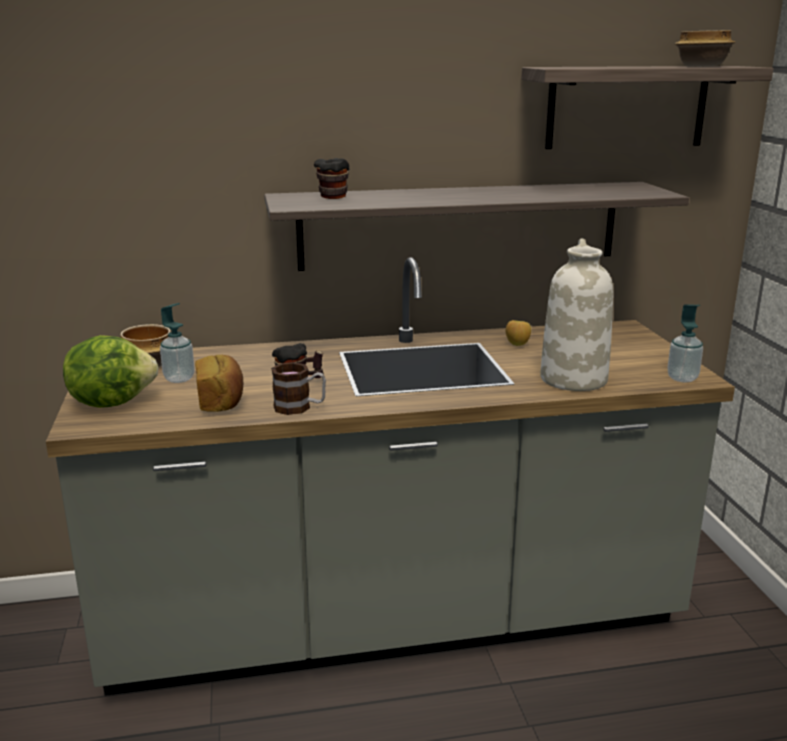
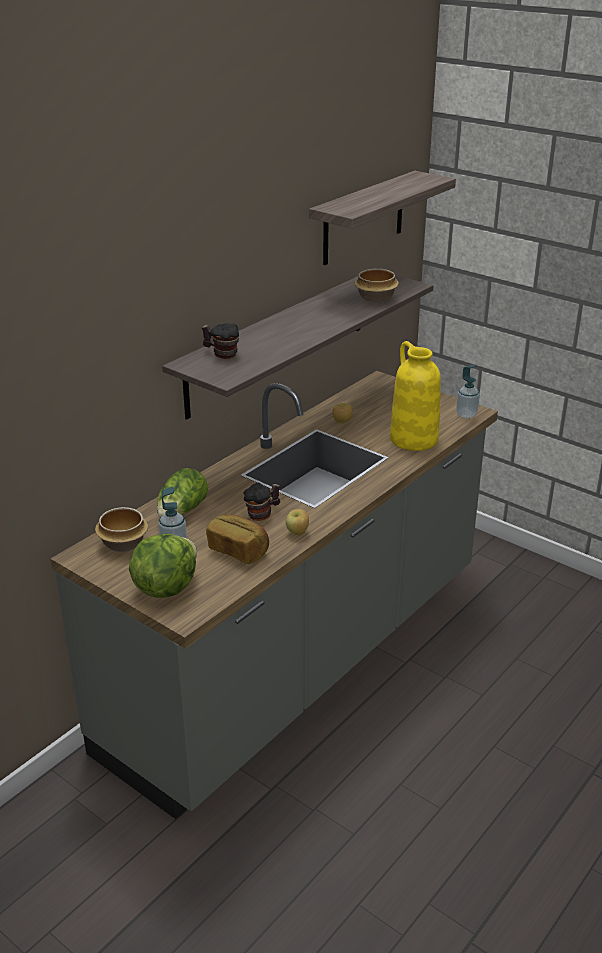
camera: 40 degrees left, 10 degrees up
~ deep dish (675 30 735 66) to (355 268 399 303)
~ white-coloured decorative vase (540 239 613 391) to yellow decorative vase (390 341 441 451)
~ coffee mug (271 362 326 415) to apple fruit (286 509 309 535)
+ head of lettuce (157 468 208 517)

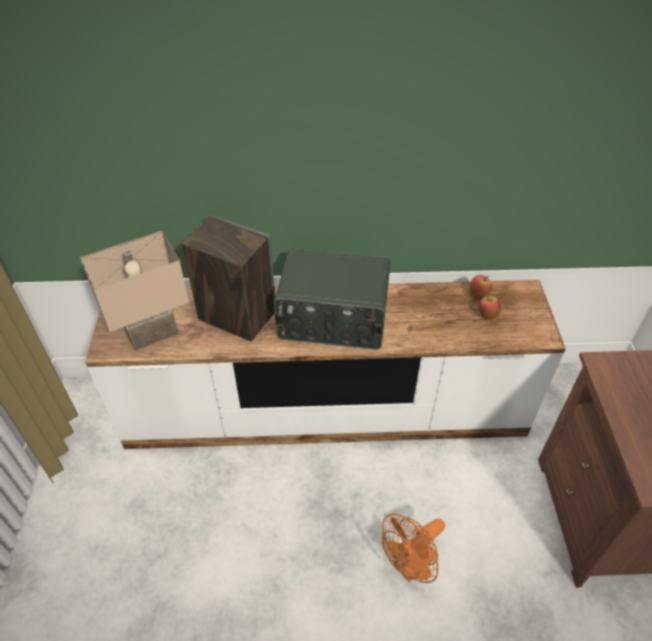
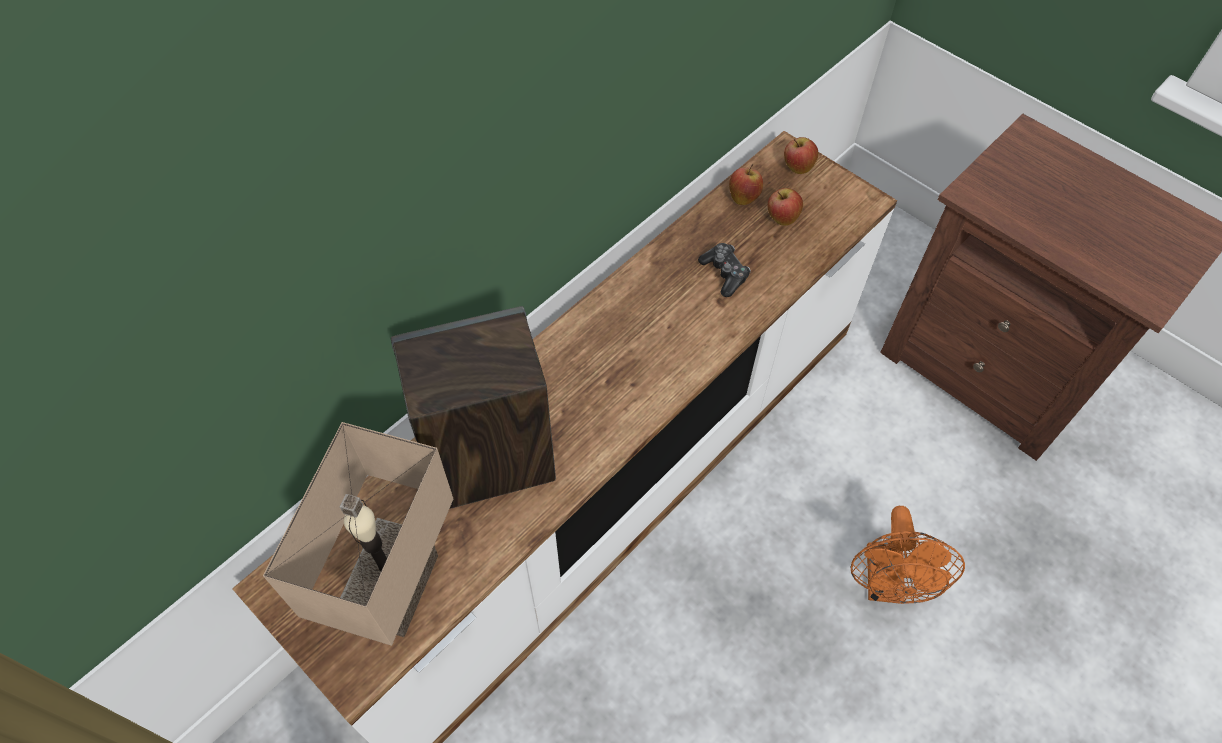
camera: 45 degrees left, 10 degrees up
- radio receiver (274 249 390 349)
+ apple fruit (784 137 818 174)
+ game controller (698 243 751 297)

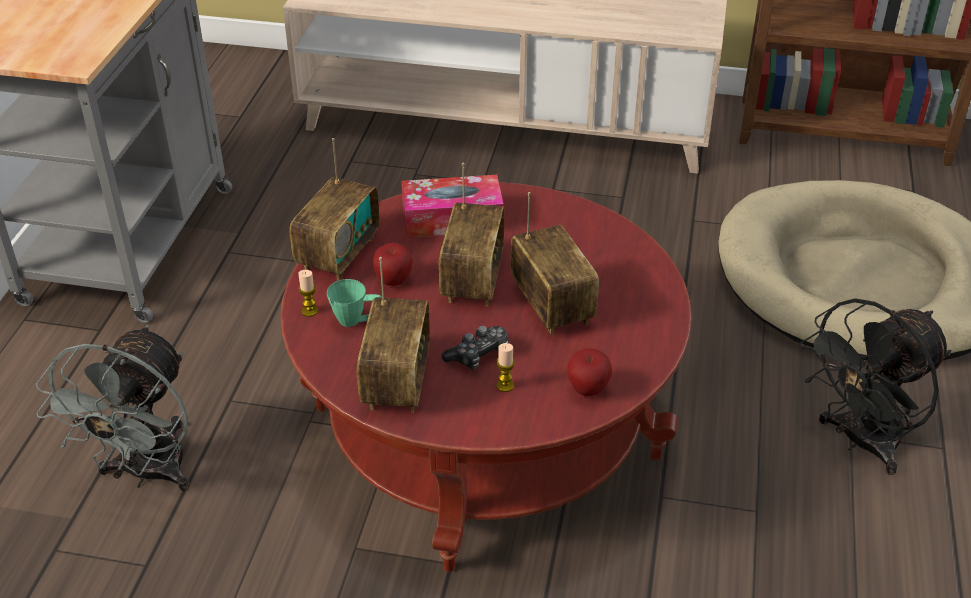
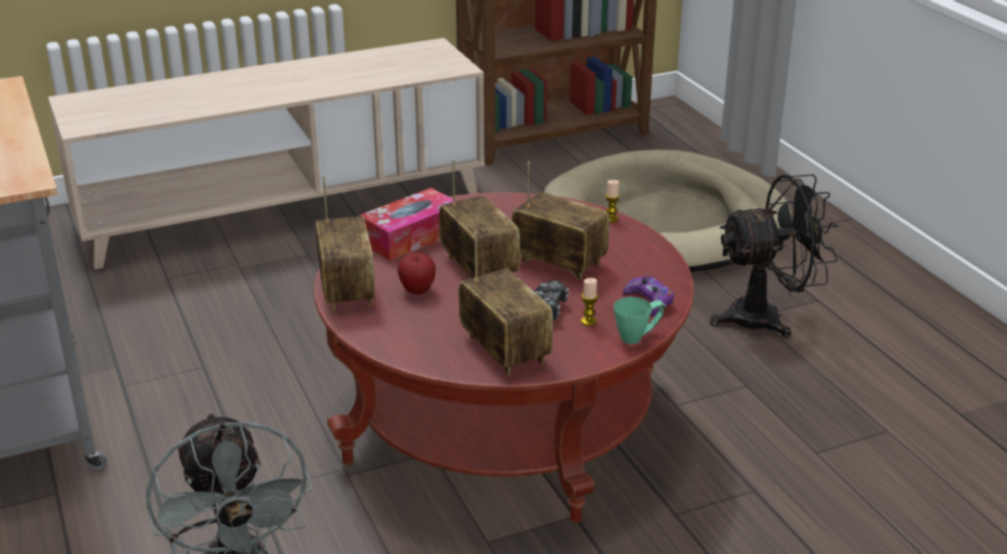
camera: 35 degrees left, 10 degrees down
~ candle (298 270 318 317) to (605 180 620 222)
~ green-coloured coffee mug (327 279 382 327) to (614 297 666 344)
~ blackish electric fan (800 298 951 475) = (710 174 838 339) 120 degrees counterclockwise
~ apple fruit (568 348 612 396) to purple game controller (623 276 674 316)

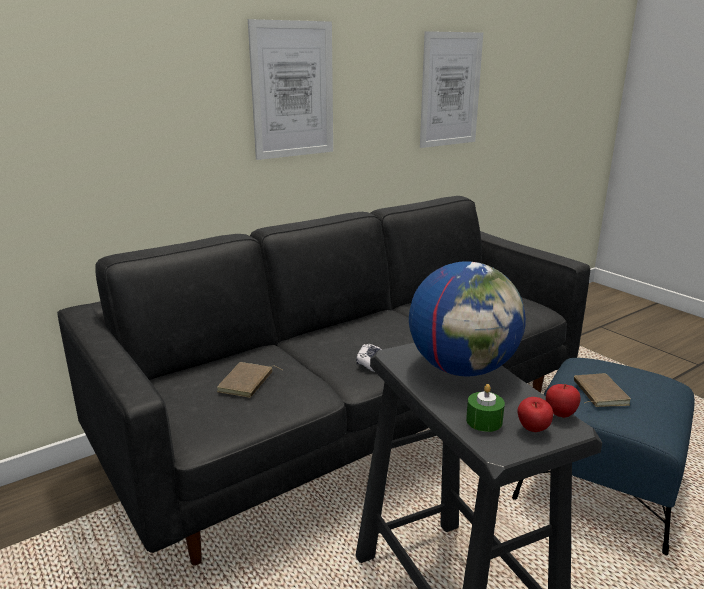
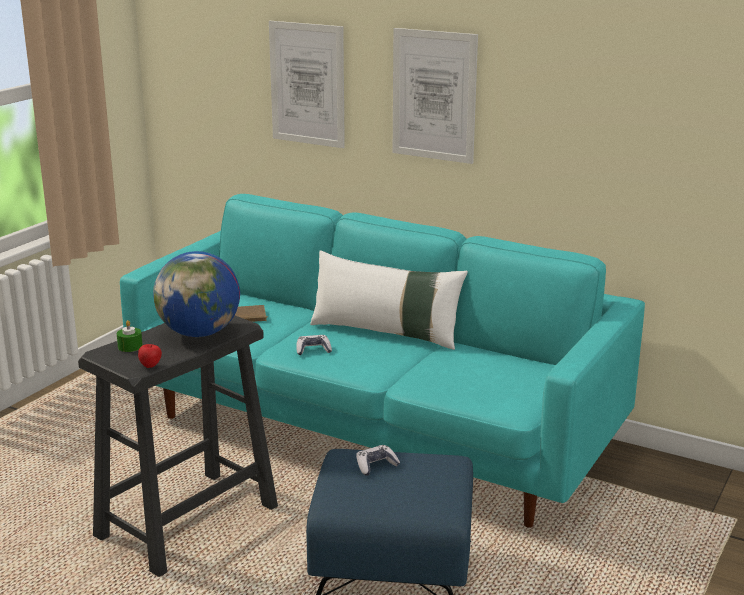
camera: 65 degrees right, 0 degrees up
~ wall art (420 31 483 148) to (269 21 345 148)
~ blackish couch (57 196 590 566) to blue-green couch (120 194 645 528)
~ brown bound book (574 373 631 407) to game controller (356 445 400 476)
- apple fruit (517 397 553 432)
+ white-coloured throw pillow (310 250 468 350)

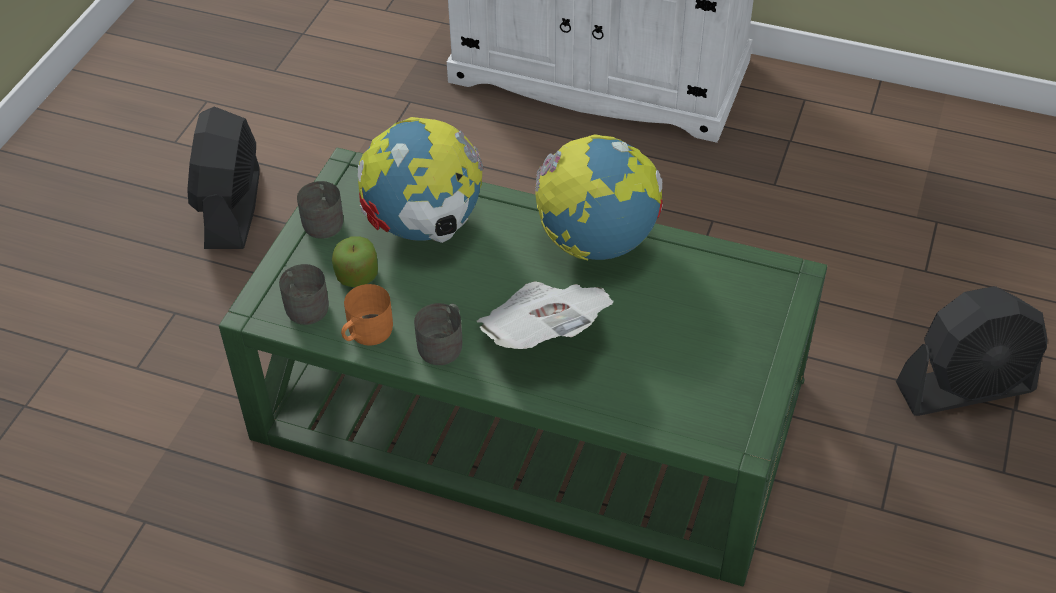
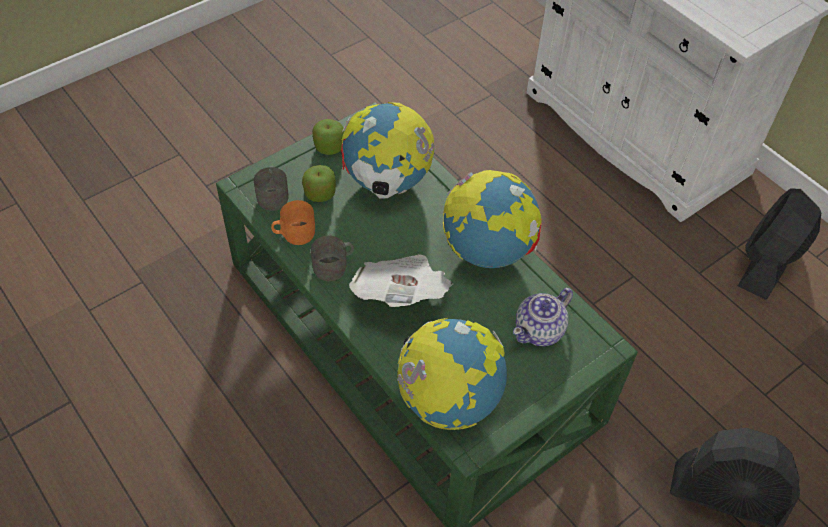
camera: 30 degrees right, 5 degrees up
~ blackish electric fan (187 106 260 249) to (738 189 821 300)
~ greyish coffee mug (297 181 343 239) to apple fruit (312 119 344 155)
+ teapot (513 288 573 346)
+ desk globe (397 318 507 430)

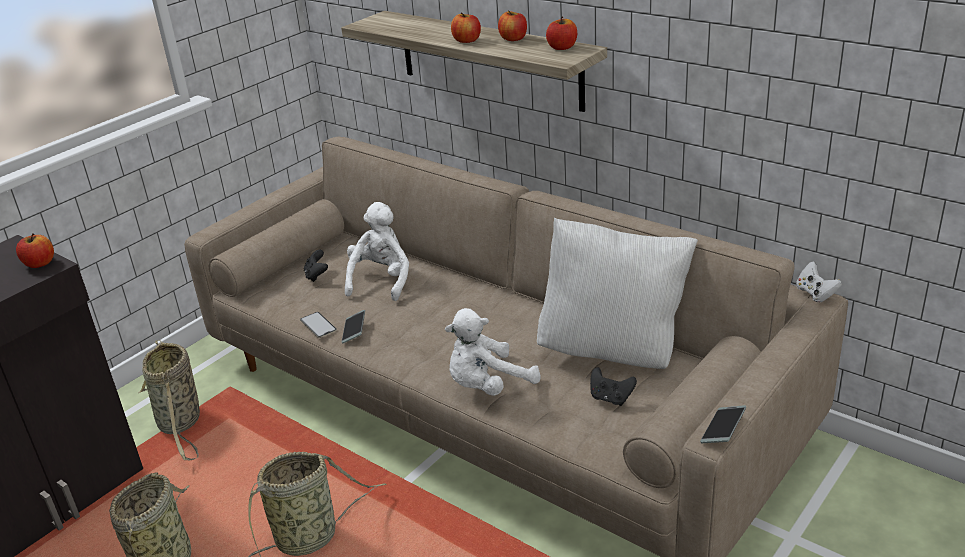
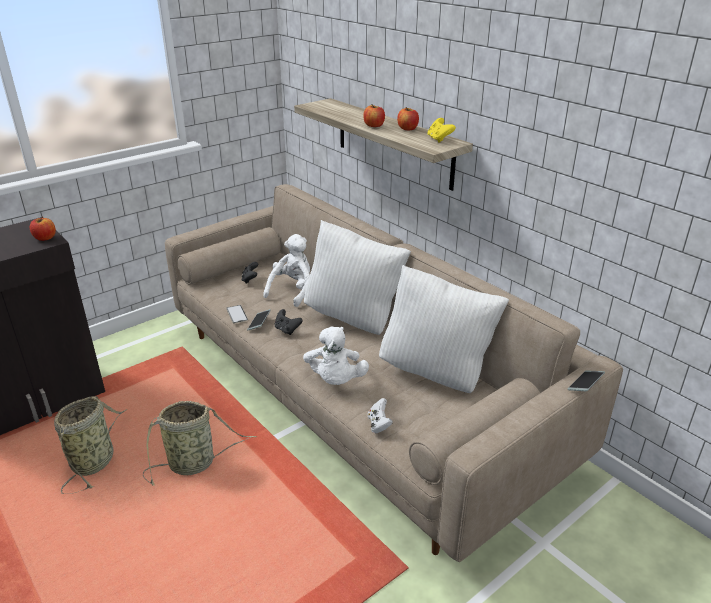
camera: 10 degrees right, 0 degrees up
~ apple fruit (546 17 577 50) to yellow game controller (427 118 456 143)
~ white-coloured game controller (796 261 842 302) to (368 398 393 433)
~ white-coloured plush toy (445 308 541 396) = (303 327 369 385) 75 degrees counterclockwise
- storage basket (139 340 200 460)
~ blackish game controller (590 367 637 406) to (274 309 303 335)
~ phone (700 405 746 443) to (568 371 605 391)
+ white-coloured throw pillow (304 220 411 335)

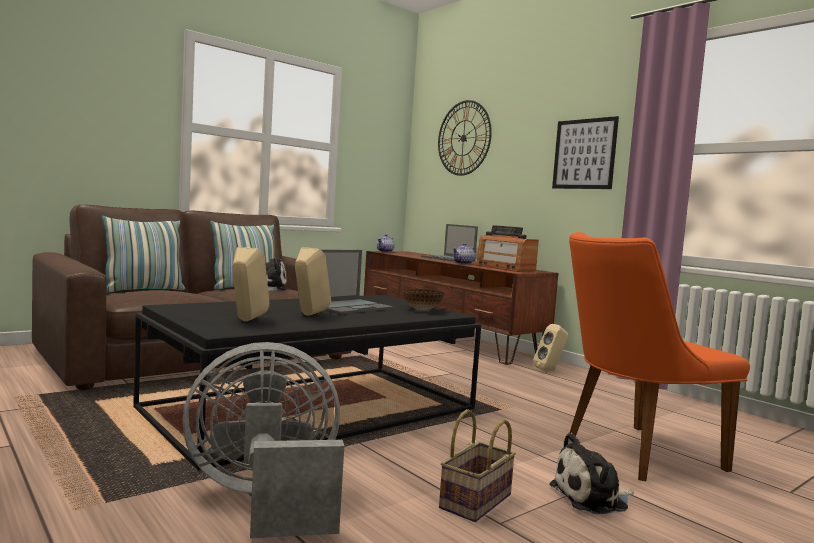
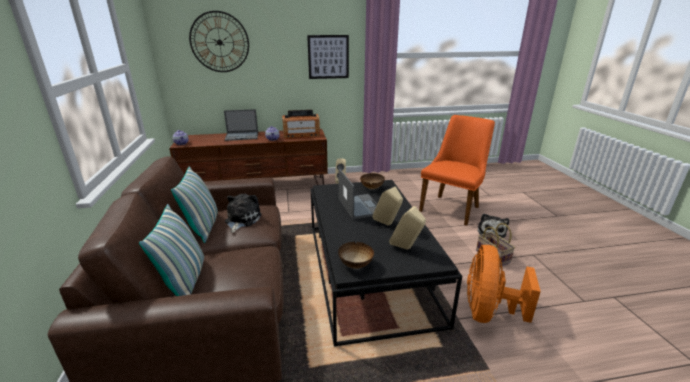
camera: 60 degrees left, 20 degrees up
~ orangey chair (569 232 750 481) = (419 115 495 226) 150 degrees counterclockwise
~ greyish electric fan (183 342 344 538) to orangey electric fan (467 245 541 323)
+ deep dish (338 242 374 269)

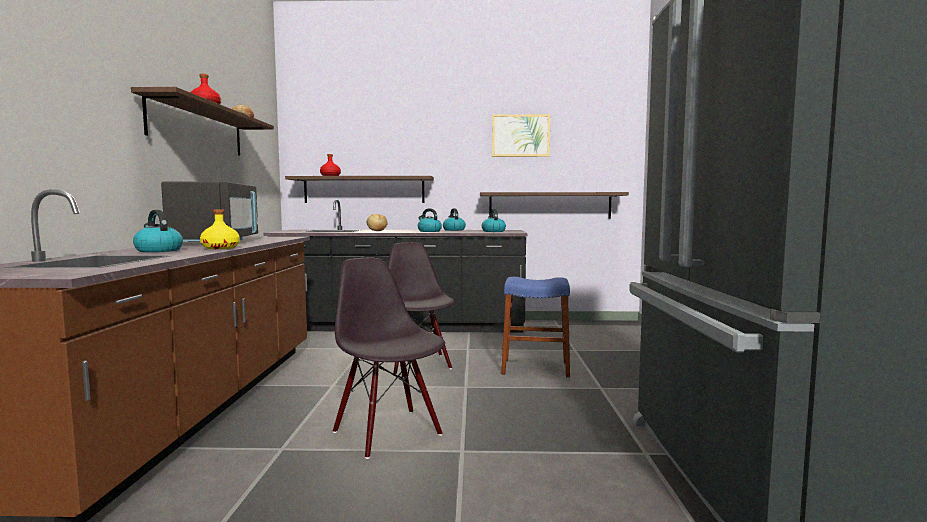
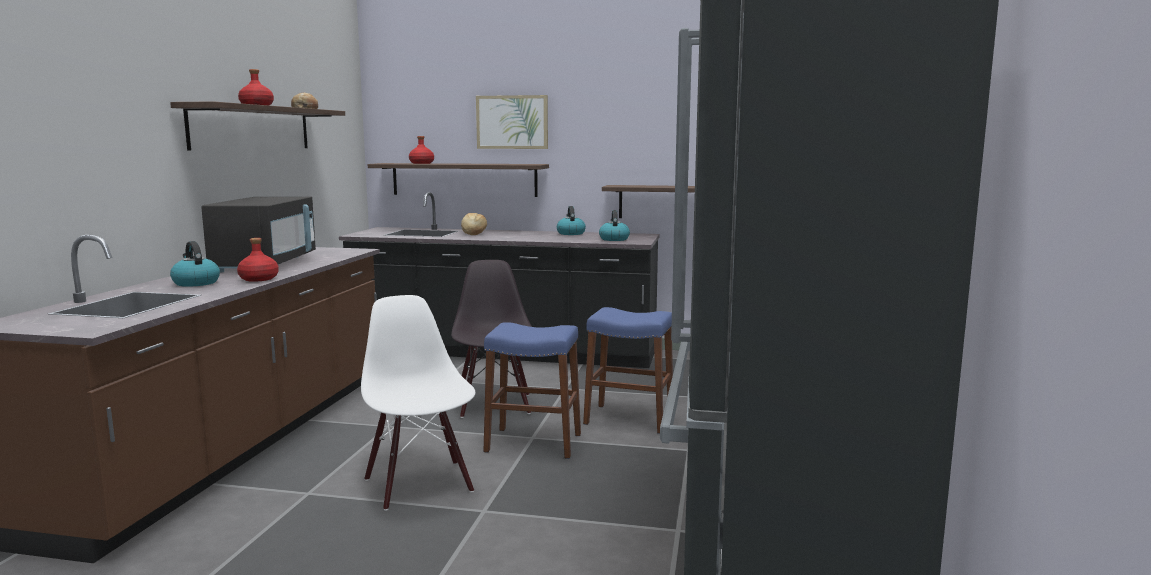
camera: 10 degrees right, 5 degrees up
~ wall art (492 114 550 157) to (476 95 548 149)
- water kettle (418 208 442 232)
~ yellow bottle (200 210 240 249) to reddish bottle (237 238 279 282)
~ blackish chair (333 258 445 459) to white-coloured chair (361 295 475 511)
+ bluish stool seat (483 322 581 459)

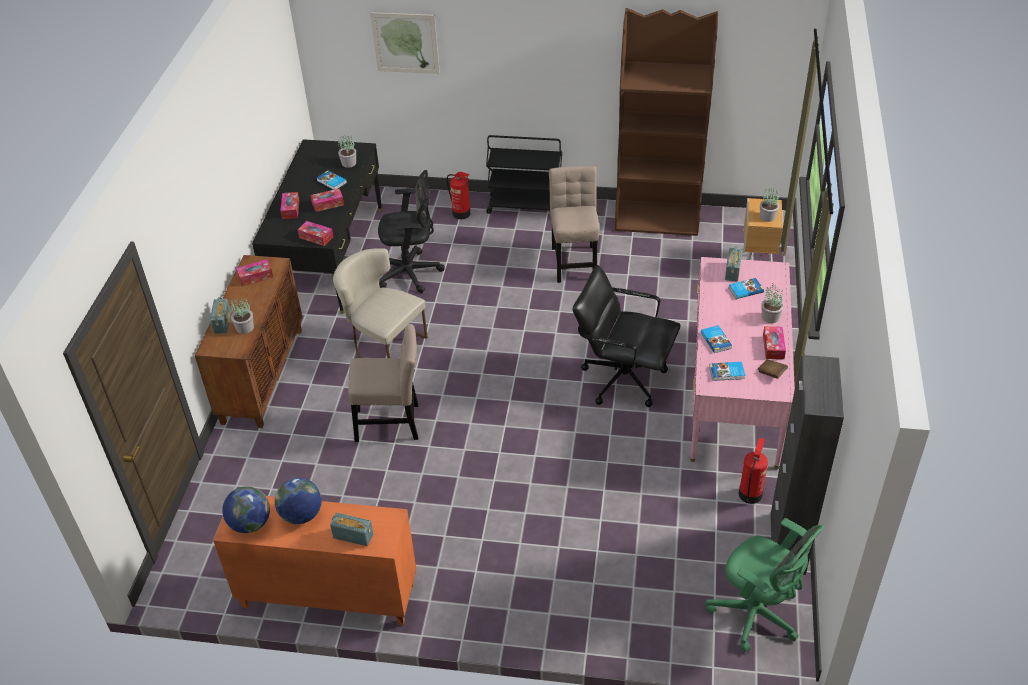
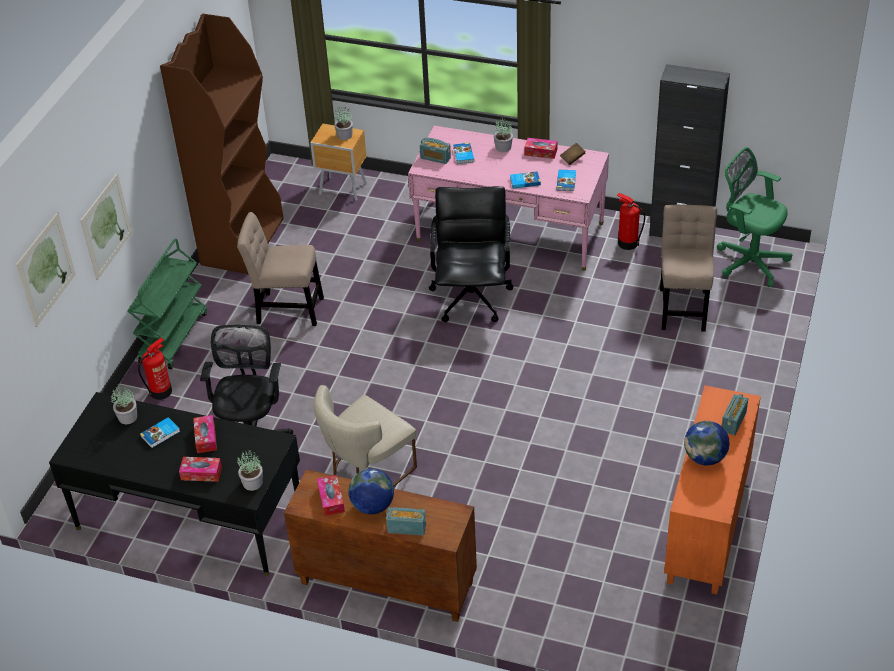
camera: 80 degrees left, 0 degrees up
~ blackish trolley (486 135 562 214) to green-coloured trolley (128 238 207 369)
- tissue box (298 221 333 246)
~ blackish computer chair (572 265 681 407) = (429 186 513 322) 150 degrees clockwise
~ houseplant (230 298 254 334) to (237 448 263 491)
~ beige-coloured chair (348 324 418 442) to (660 205 717 332)
~ desk globe (222 486 270 533) to (349 469 394 515)
~ green-coloured computer chair (706 518 824 652) = (717 147 792 287) 105 degrees counterclockwise
+ wall art (80 173 132 280)

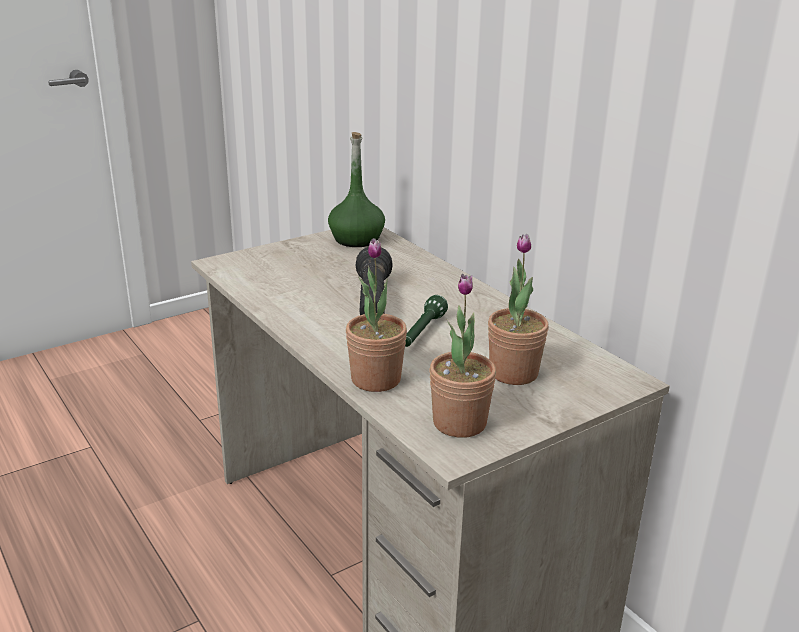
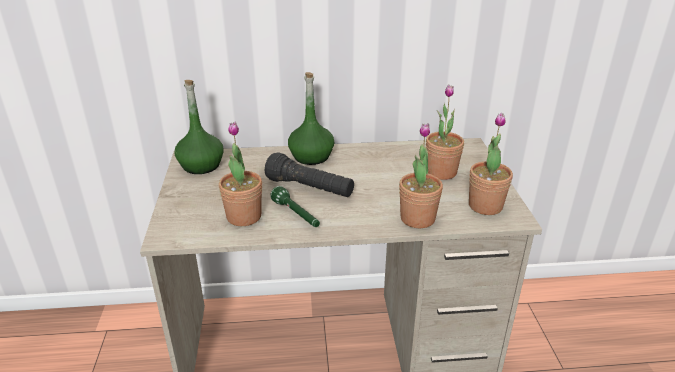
camera: 60 degrees left, 5 degrees up
~ green-coloured hand torch (405 295 448 347) to (270 186 320 227)
+ green-coloured bottle (288 72 334 165)
+ houseplant (219 122 262 226)

